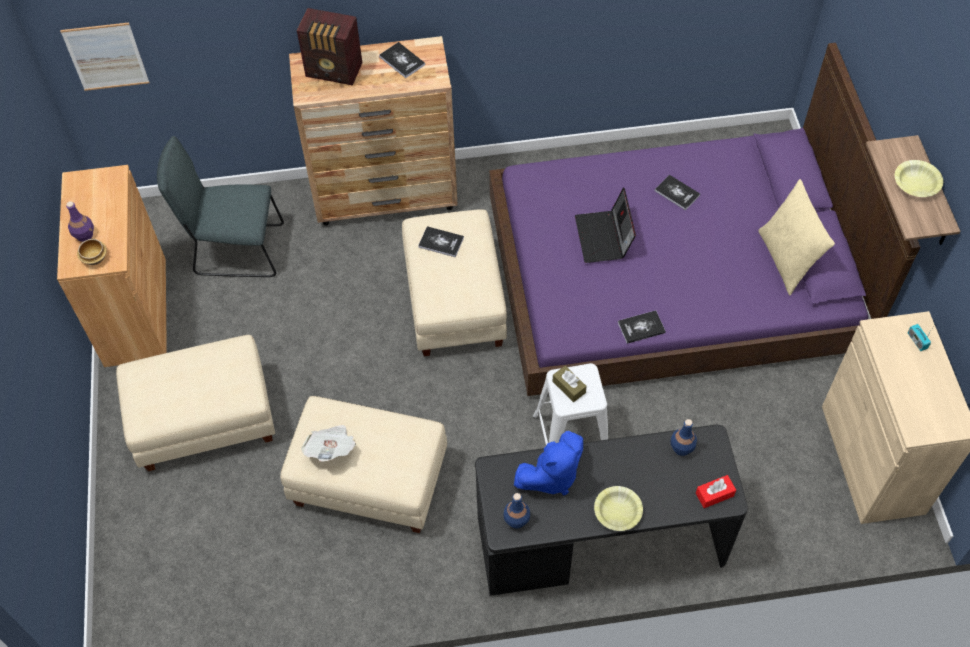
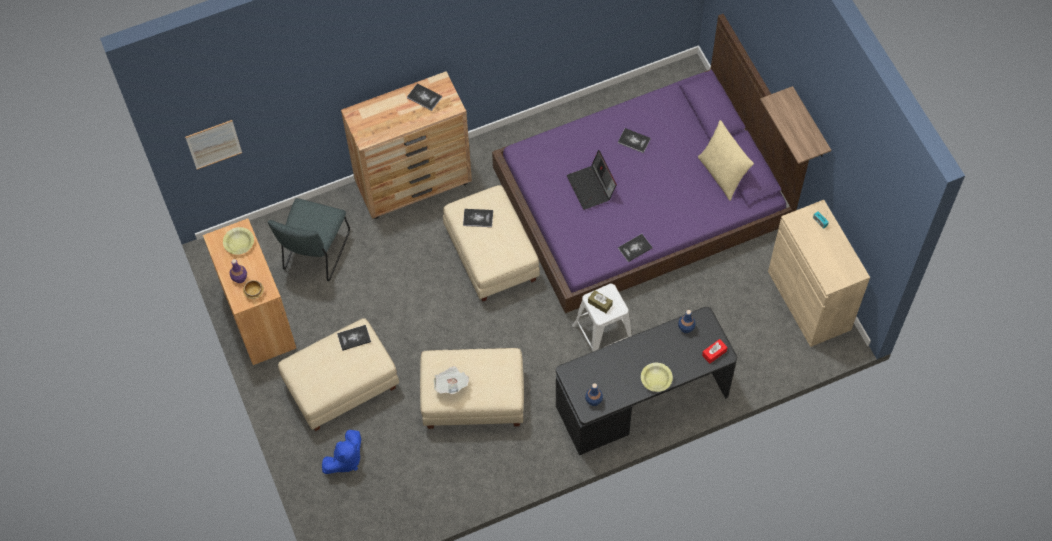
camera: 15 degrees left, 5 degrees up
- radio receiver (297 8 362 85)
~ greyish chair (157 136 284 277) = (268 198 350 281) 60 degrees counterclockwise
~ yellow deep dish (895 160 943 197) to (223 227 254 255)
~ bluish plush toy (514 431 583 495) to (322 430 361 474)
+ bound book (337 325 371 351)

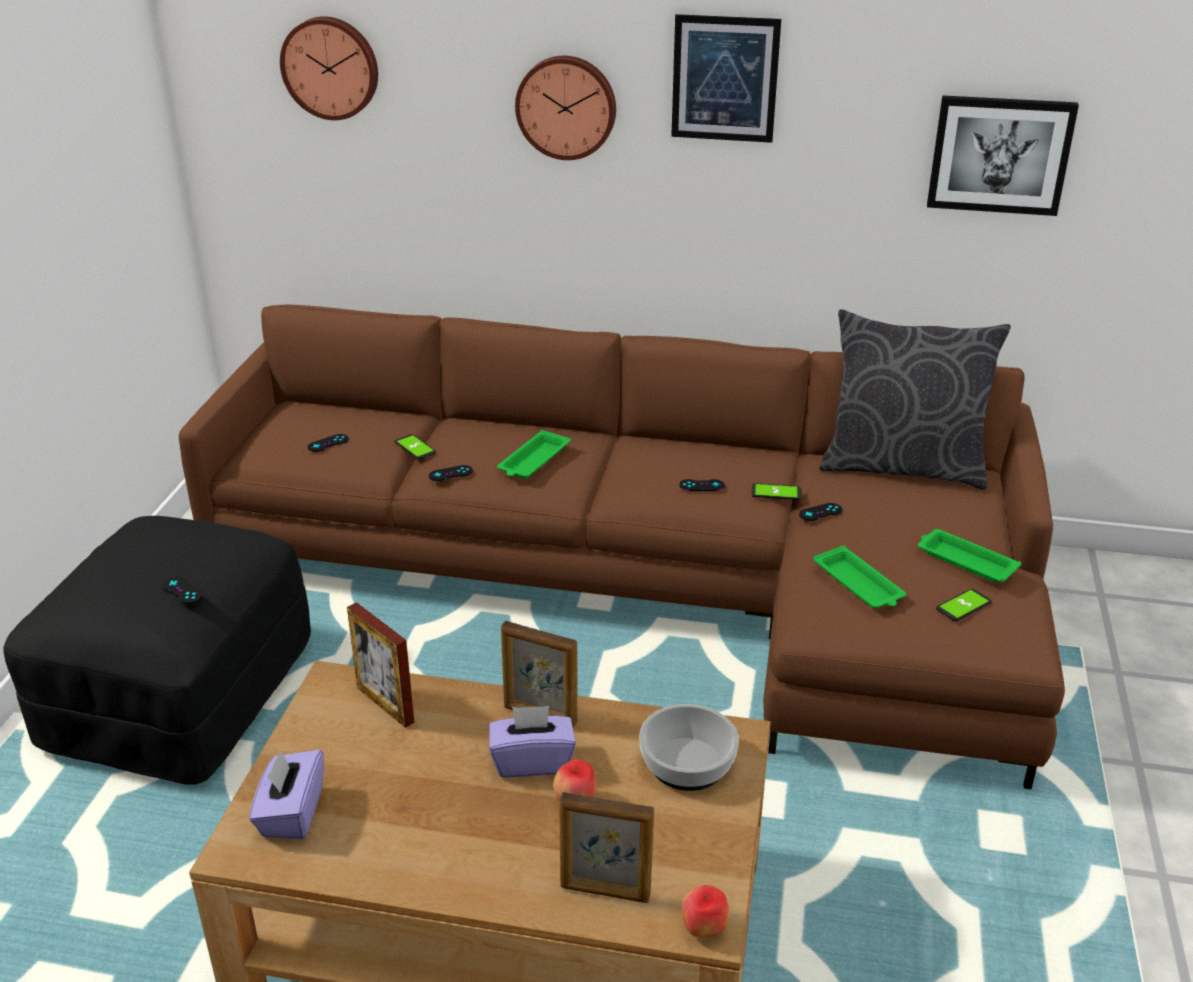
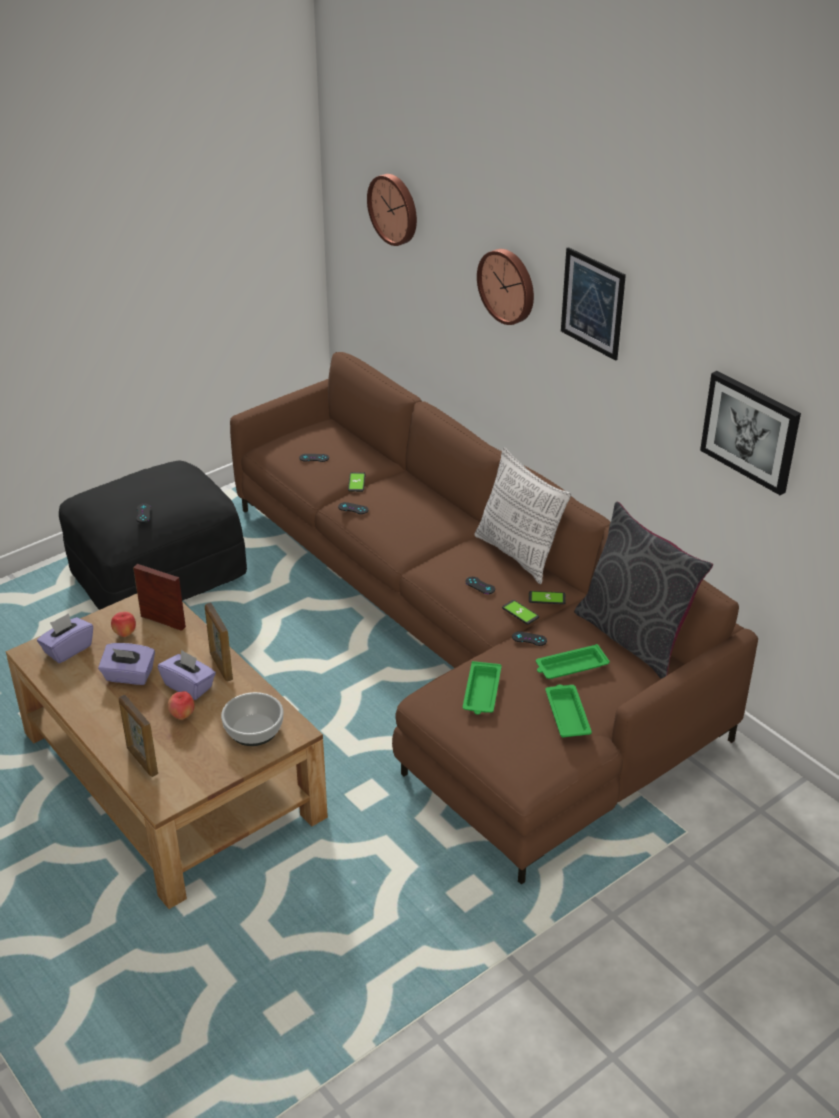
camera: 40 degrees right, 5 degrees up
~ green-coloured carrying tray (497 430 571 479) to (536 644 610 679)
~ phone (936 589 992 621) to (529 591 566 604)
~ standing frame (347 602 415 728) = (133 564 186 631) 120 degrees clockwise
~ apple fruit (682 885 729 938) to (111 612 136 637)
+ throw pillow (474 447 571 584)
+ purple tissue box (98 643 155 685)

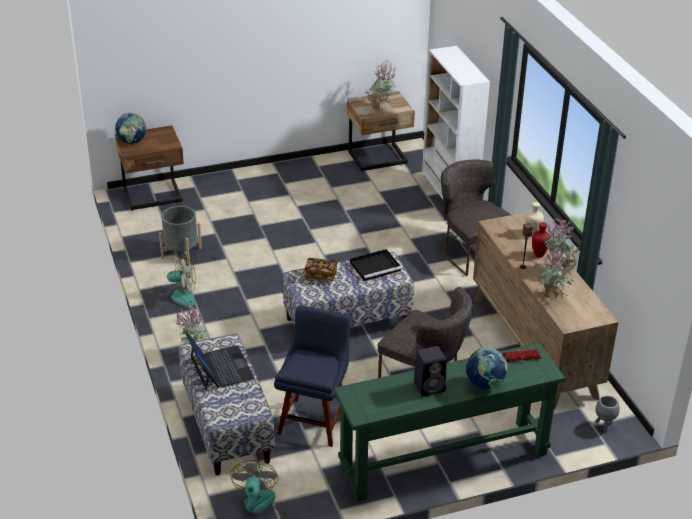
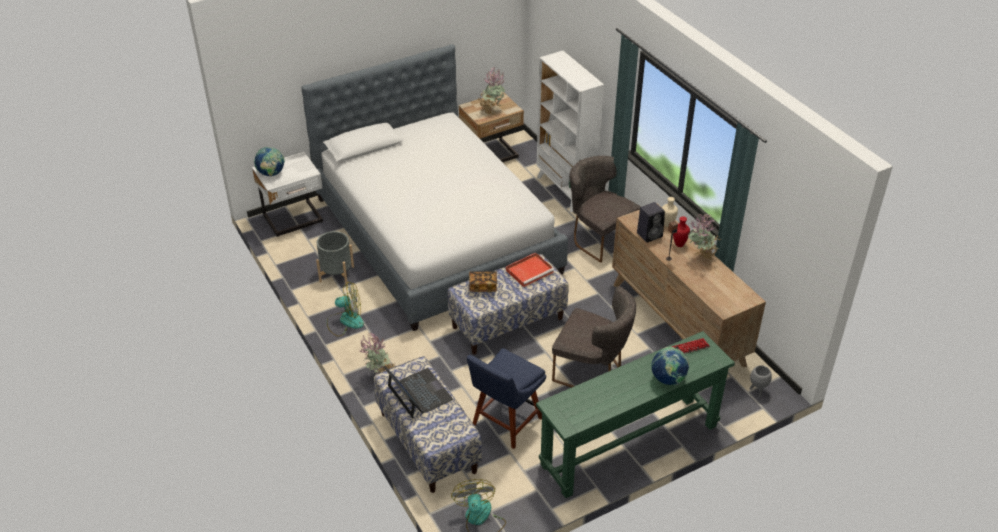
camera: 10 degrees left, 5 degrees up
~ brown night table (115 126 184 211) to white-coloured night table (252 152 323 237)
- houseplant (538 246 573 301)
~ blackish carrying tray (350 249 402 281) to reddish carrying tray (506 253 554 287)
~ bluish chair (274 305 351 447) = (467 348 546 449) 150 degrees counterclockwise
~ blackish audio speaker (414 346 447 396) to (637 202 665 243)
+ bedroom bed (301 44 568 331)

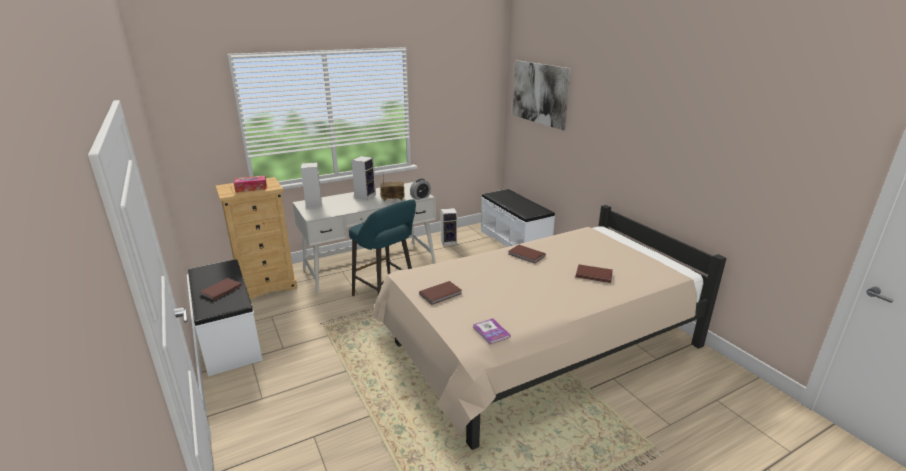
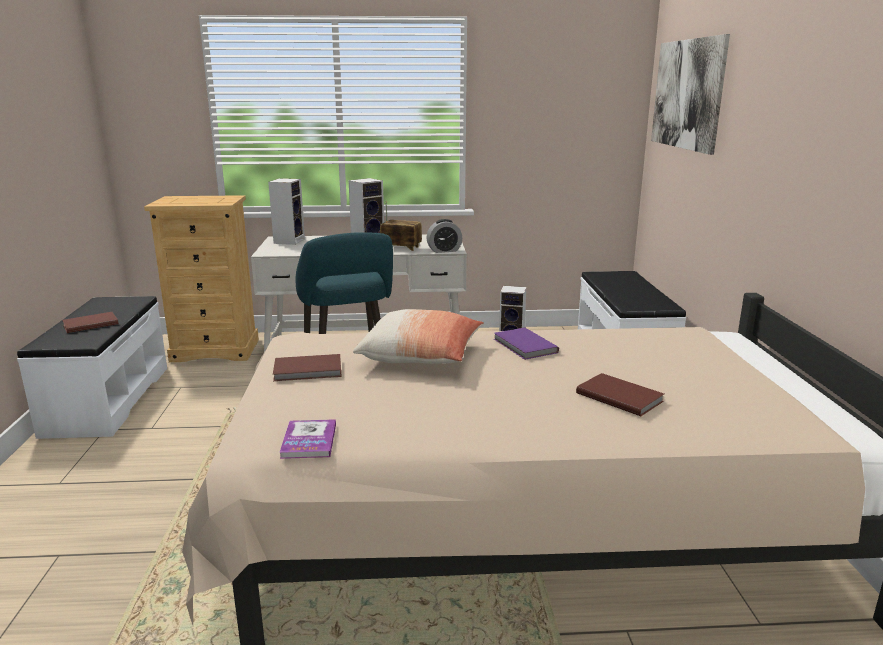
camera: 25 degrees right, 5 degrees down
- tissue box (234 175 267 192)
~ brown bound book (509 245 546 263) to purple bound book (494 328 559 360)
+ throw pillow (353 309 484 364)

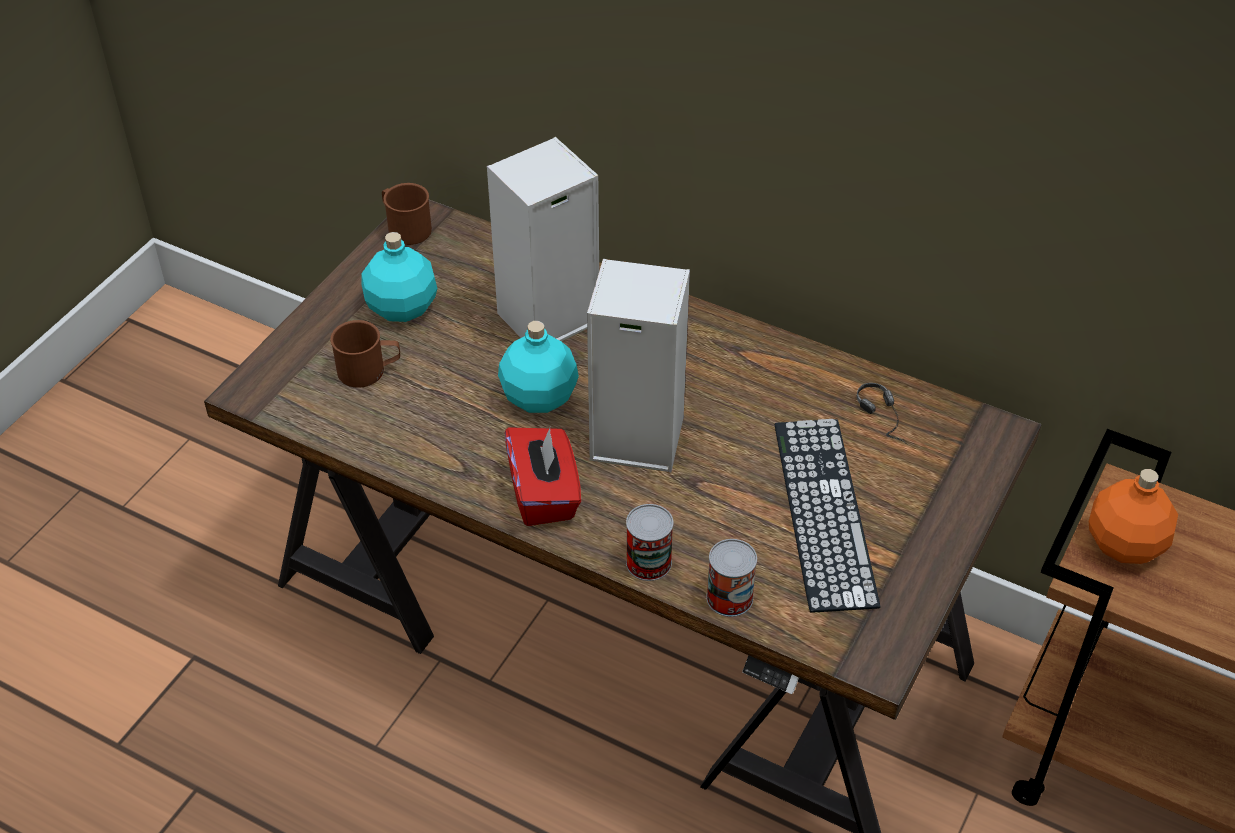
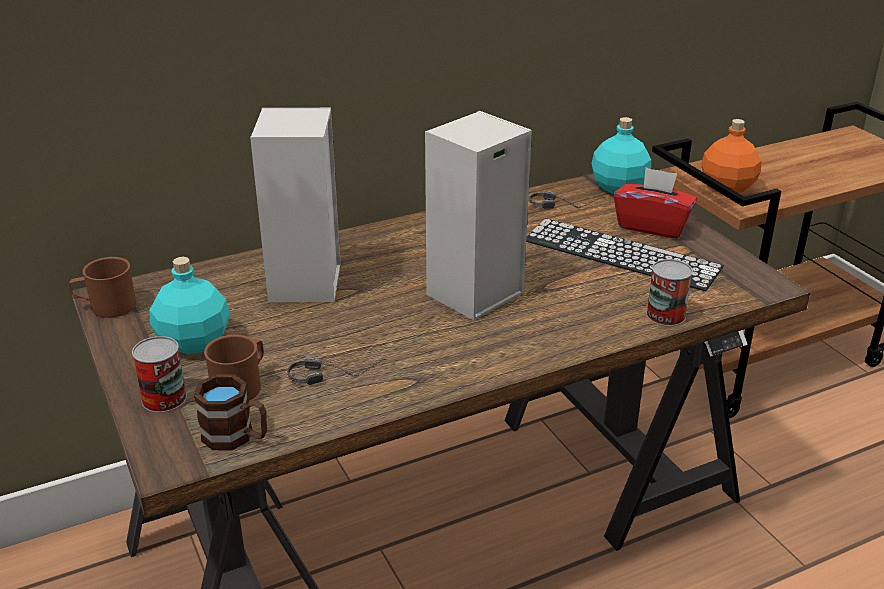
camera: 55 degrees left, 15 degrees down
~ blue-green bottle (498 321 579 413) to (591 117 651 194)
~ reddish tissue box (505 426 581 526) to (614 167 697 239)
~ metal can (626 504 673 581) to (132 336 187 413)
+ headset (287 358 387 385)
+ brown coffee mug (194 374 267 450)

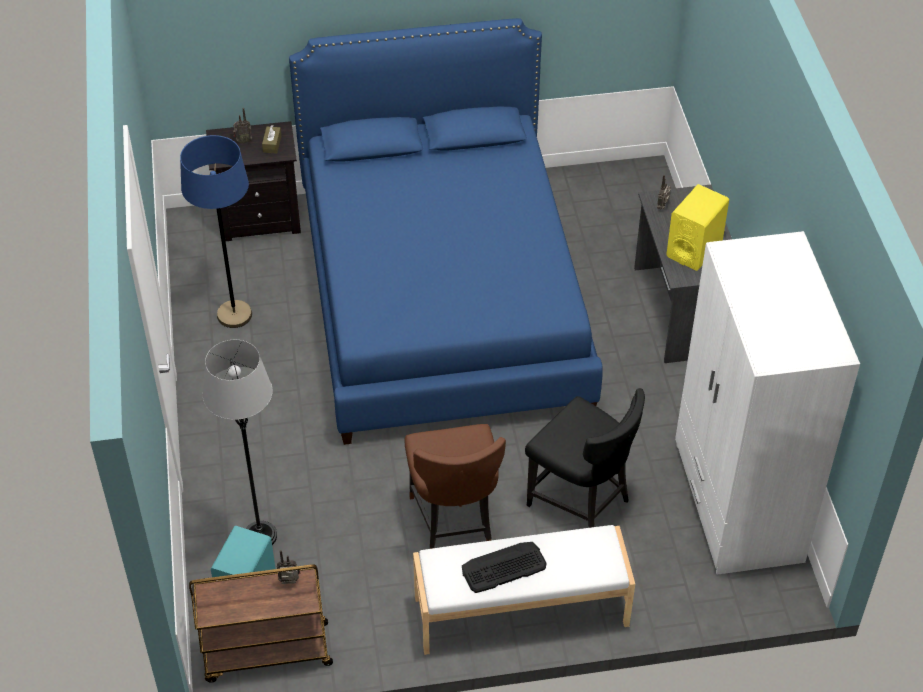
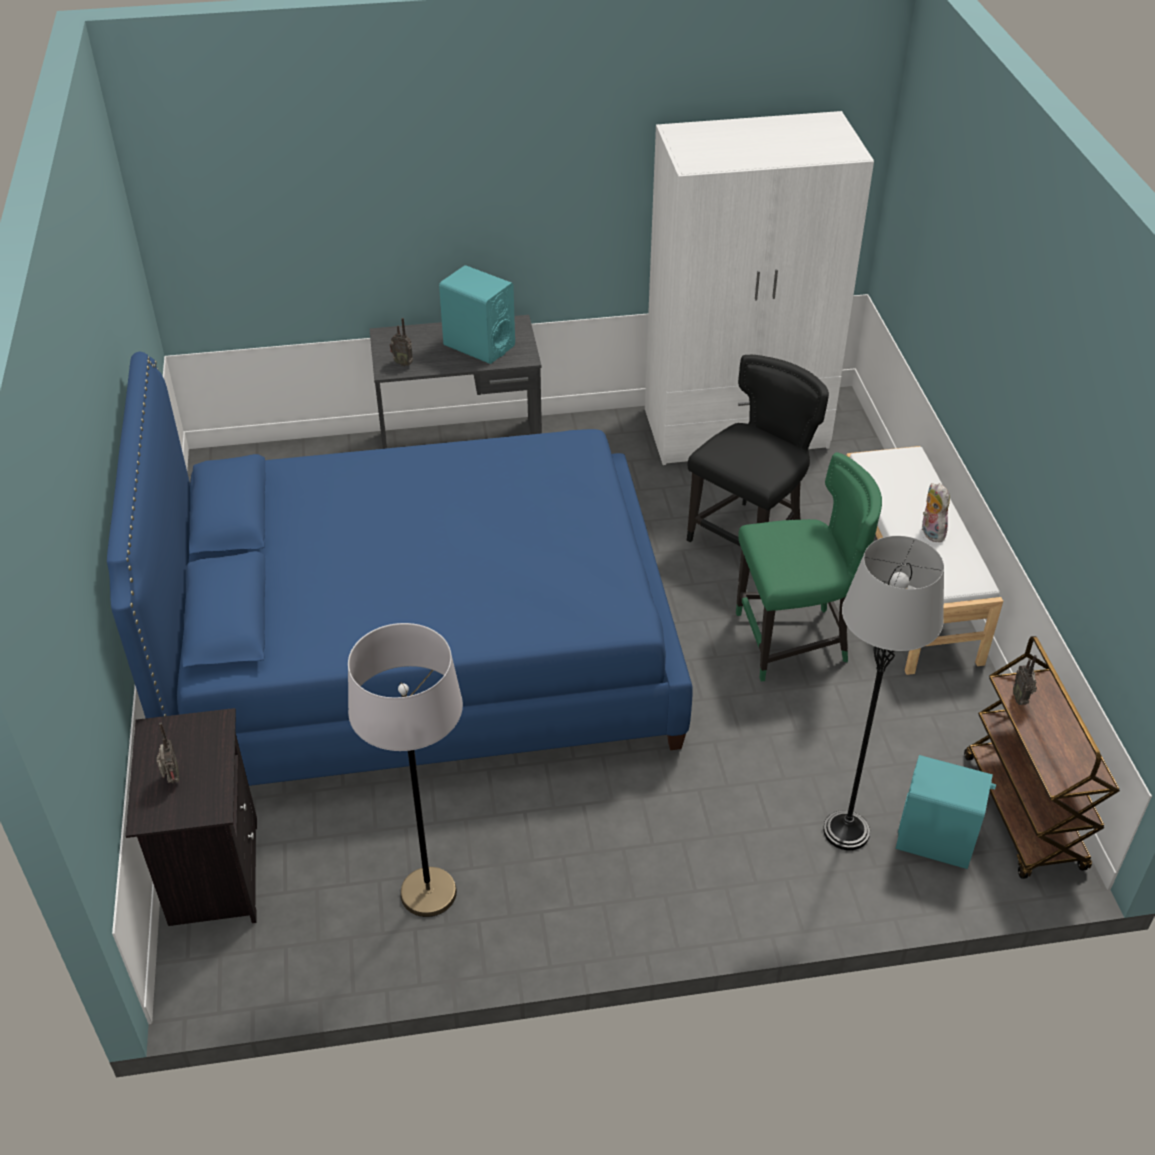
camera: 90 degrees left, 5 degrees down
- brown tissue box (262 125 281 154)
~ bluish floor lamp (180 135 252 328) to greyish floor lamp (348 623 463 917)
~ yellow audio speaker (666 184 729 271) to blue-green audio speaker (439 265 515 364)
~ brown chair (405 424 506 549) to green-coloured chair (736 452 882 682)
~ PC keyboard (462 542 547 593) to plush toy (921 483 950 542)

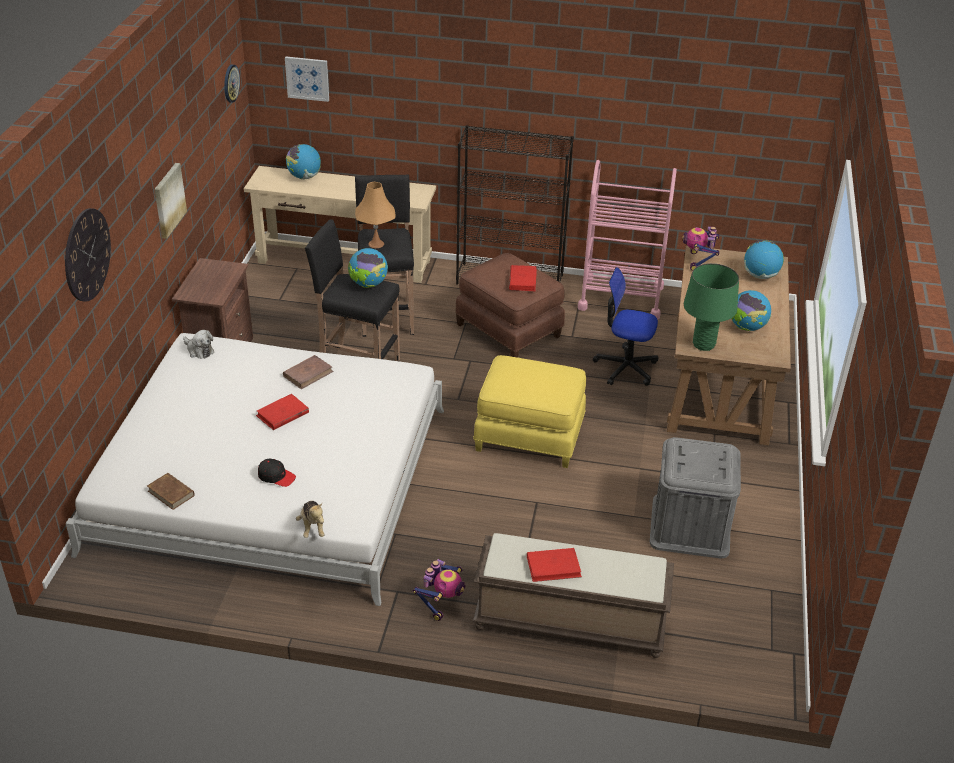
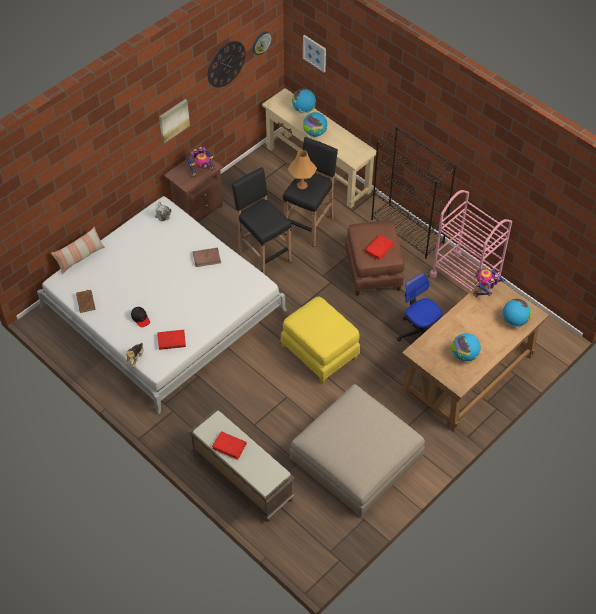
camera: 35 degrees right, 15 degrees up
~ wall clock (65 208 111 302) to (208 41 246 88)
~ desk globe (348 248 388 288) to (303 112 327 137)
- green-coloured lamp for a table (684 263 739 351)
~ reddish bound book (256 394 309 430) to (157 330 186 350)
~ greyish storage container (650 437 741 558) to beige-coloured ottoman (290 384 425 518)
~ model robot (413 559 465 621) to (185 147 215 177)
+ throw pillow (51 227 105 275)

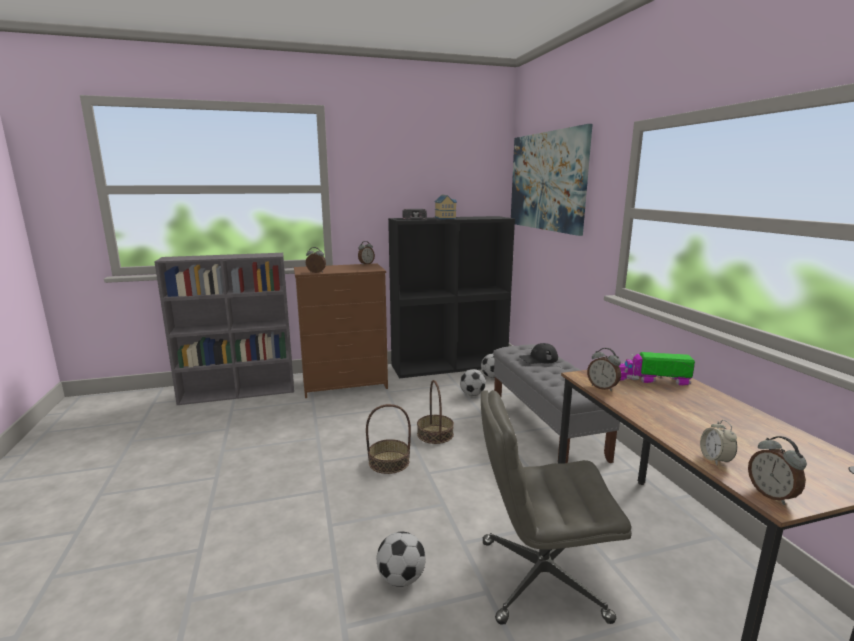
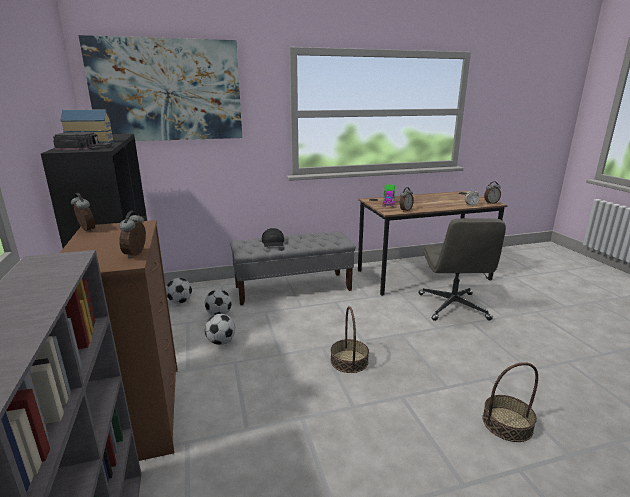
camera: 90 degrees left, 5 degrees up
~ storage basket (417 380 454 444) to (482 362 538 442)
~ football ball (377 532 426 587) to (205 314 235 345)

